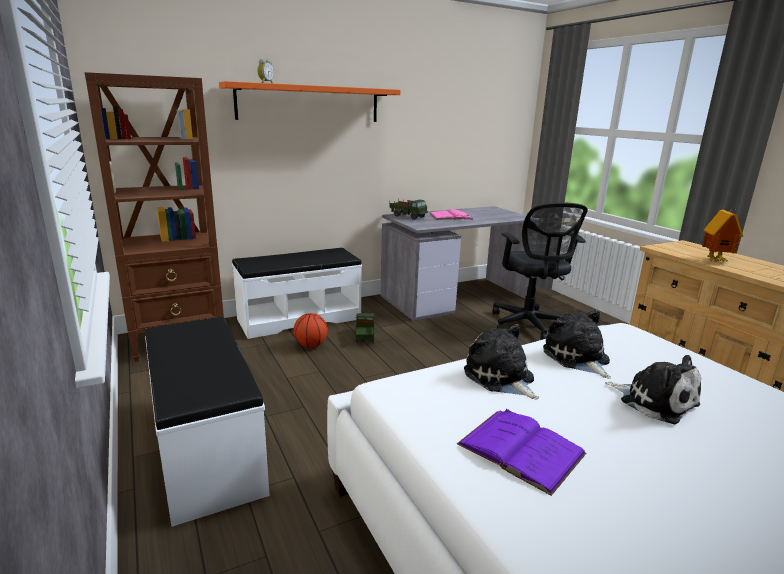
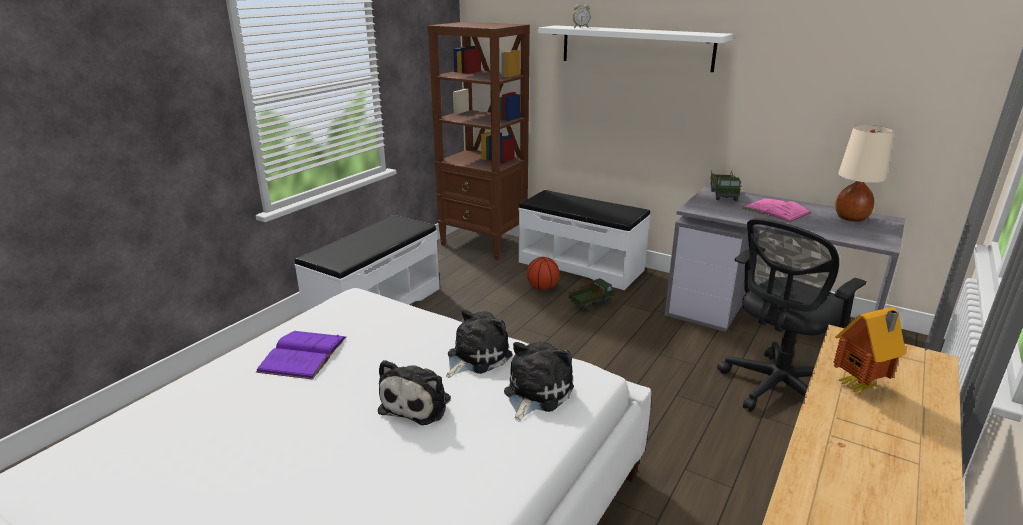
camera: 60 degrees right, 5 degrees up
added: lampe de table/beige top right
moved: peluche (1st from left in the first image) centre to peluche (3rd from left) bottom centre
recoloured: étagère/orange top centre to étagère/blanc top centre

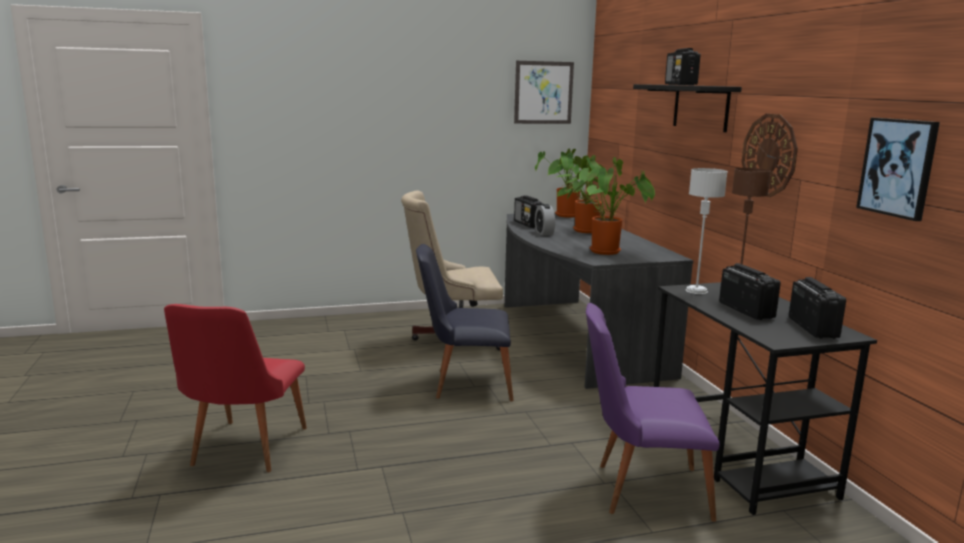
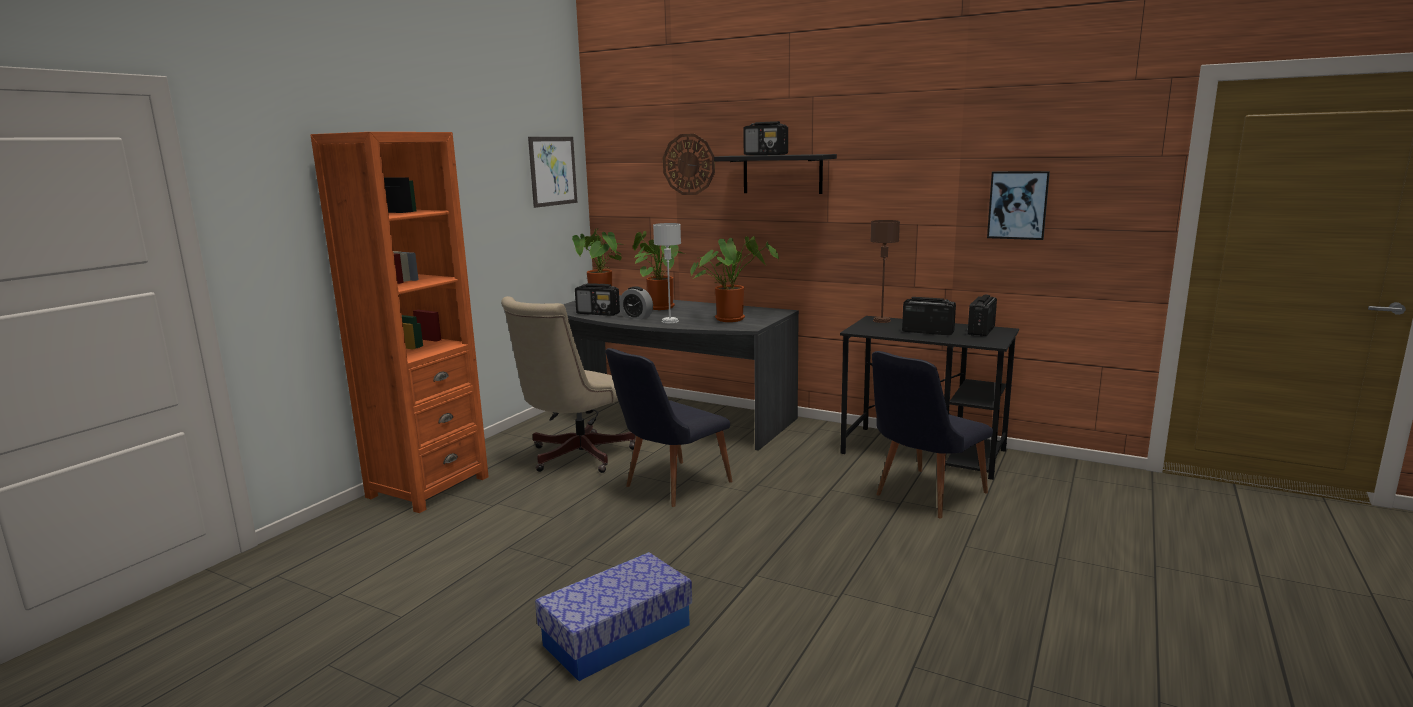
camera: 45 degrees left, 0 degrees up
added: bibliothèque/orange middle left
moved: lampe de table/gris middle right to centre; horloge murale top right to top centre
replaced: chaise/rouge bottom left to boîte de rangement bottom centre
recoloured: chaise/violet bottom right to chaise/noir (2nd from left) centre
turned: radio (4th from left) middle right = middle right 105 degrees counterclockwise

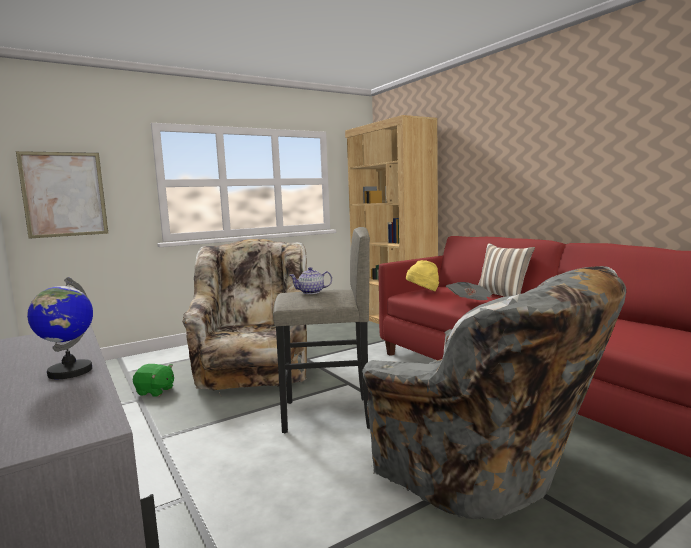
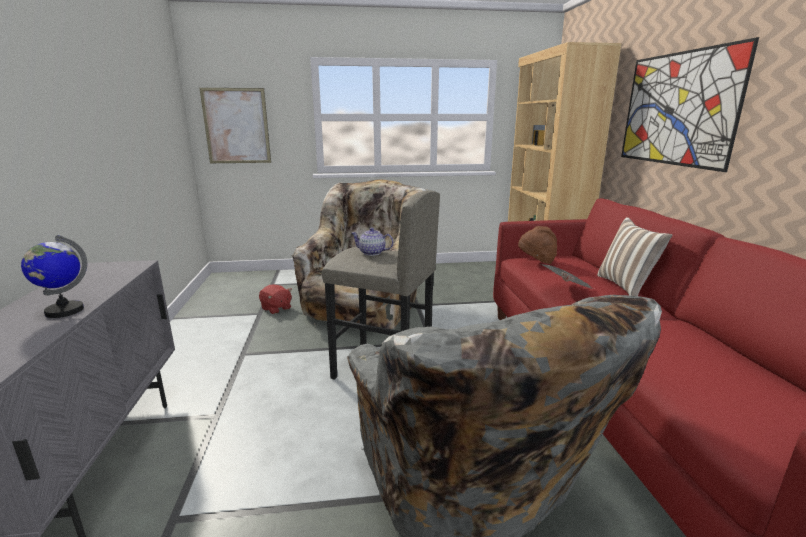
camera: 25 degrees right, 10 degrees up
added: tableau (2nd from left) top right
recoloured: peluche/vert bottom left to peluche/rouge centre; chapeau/jaune centre to chapeau/marron centre

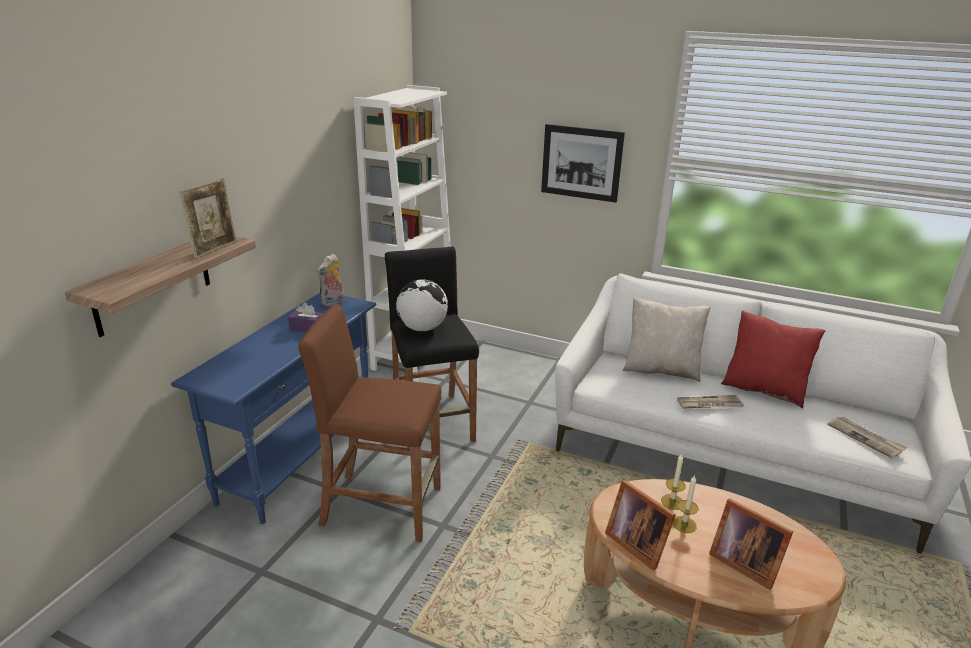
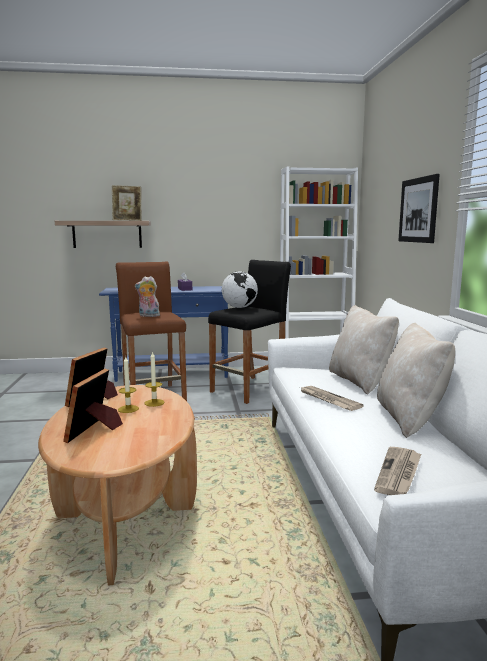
camera: 60 degrees right, 15 degrees down
moved: peluche centre to middle left
recoloured: coussin/rouge middle right to coussin/beige (2nd from left) middle right

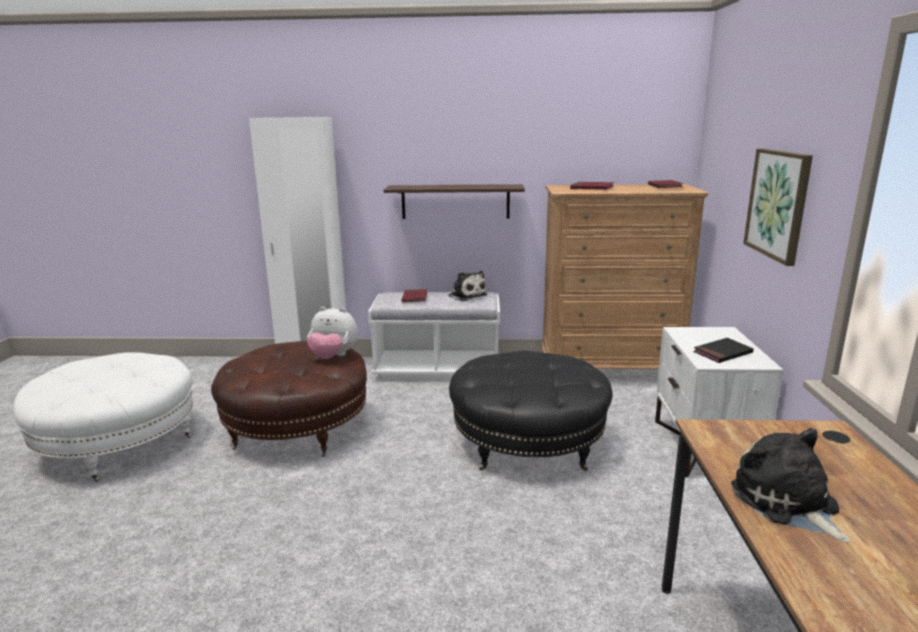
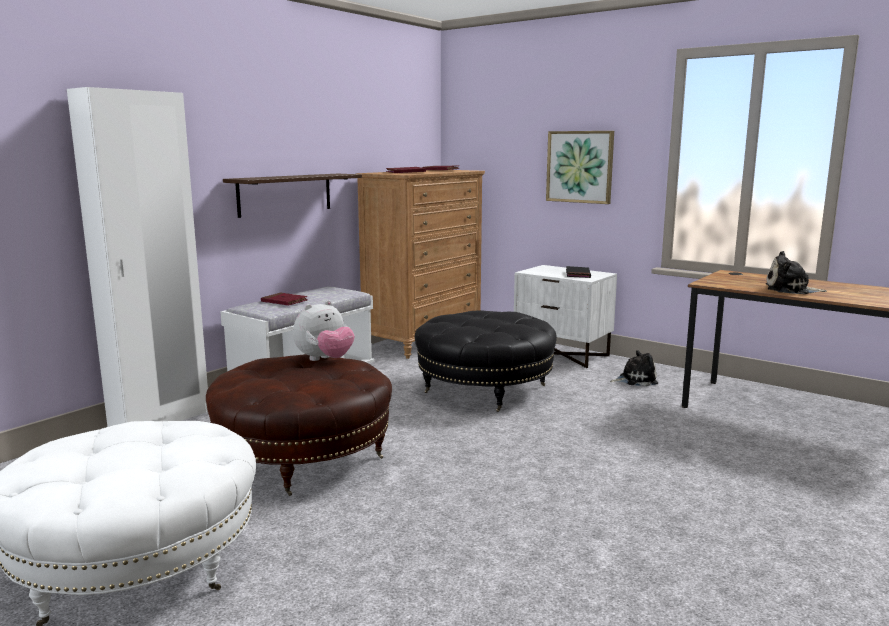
camera: 55 degrees left, 5 degrees down
moved: peluche (2nd from left) centre to middle right

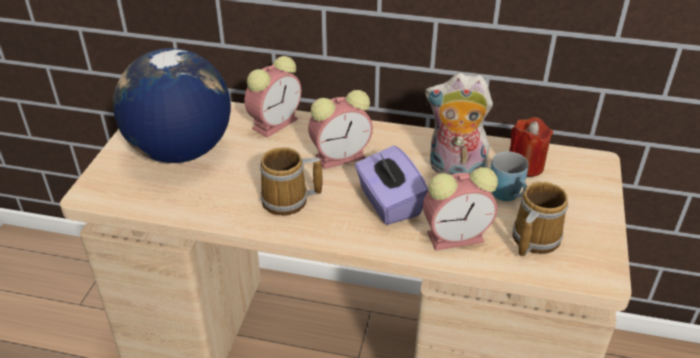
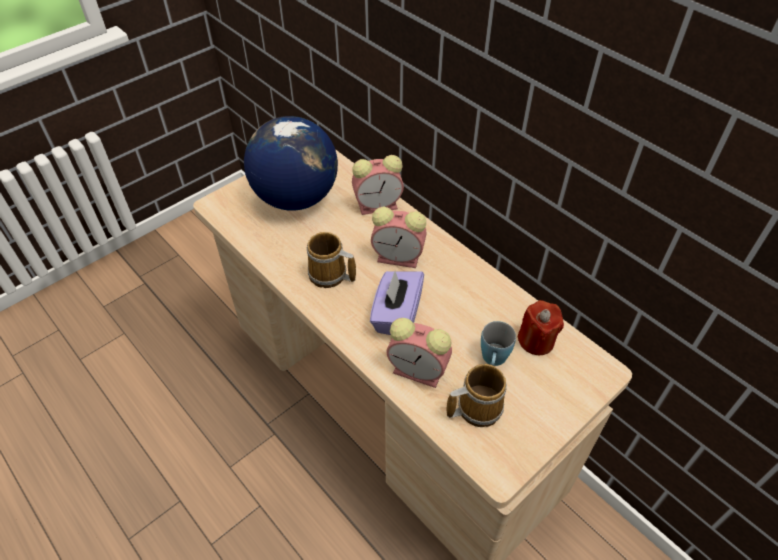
camera: 35 degrees right, 10 degrees up
removed: peluche centre

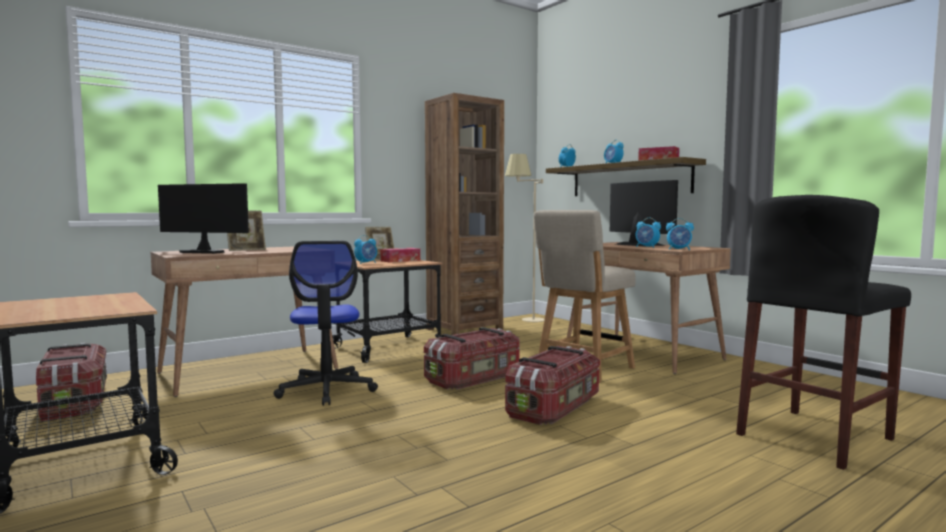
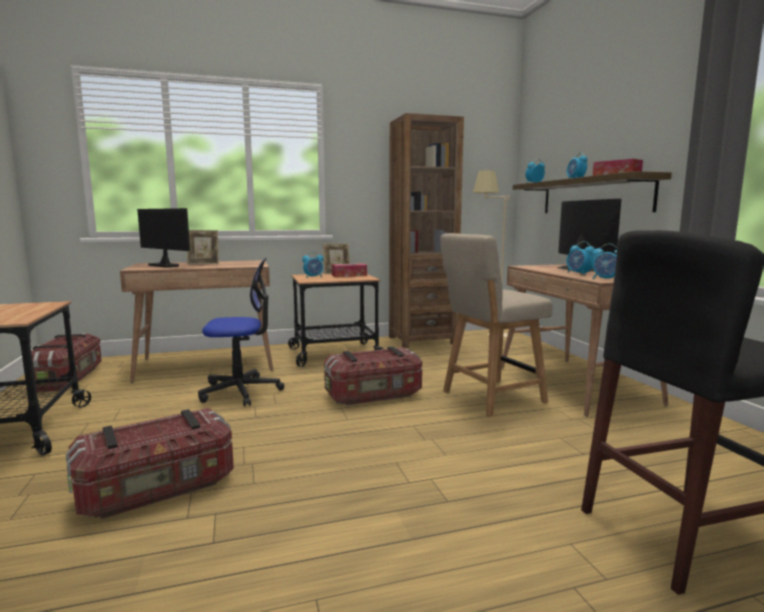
camera: 20 degrees right, 5 degrees up
moved: boîte de rangement (3rd from left in the first image) bottom centre to boîte de rangement (2nd from left) bottom left
turned: chaise de bureau centre = middle left 105 degrees counterclockwise

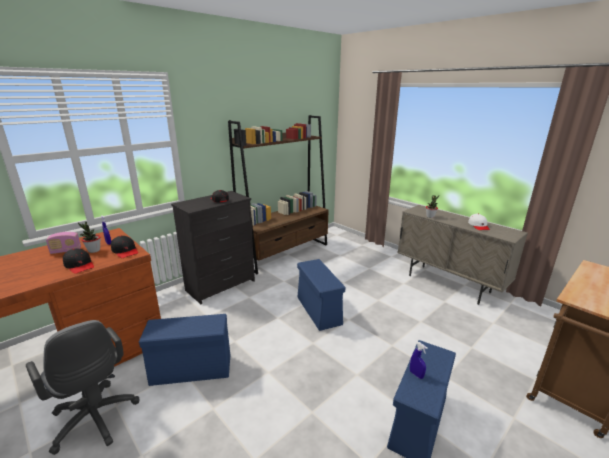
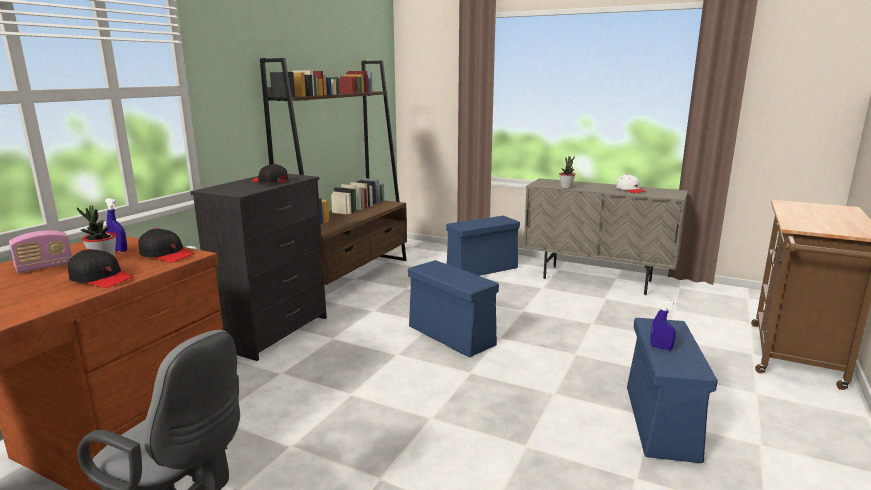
camera: 20 degrees left, 5 degrees down
moved: boîte de rangement/bleu (1st from left in the first image) bottom left to boîte de rangement/bleu (2nd from left) centre

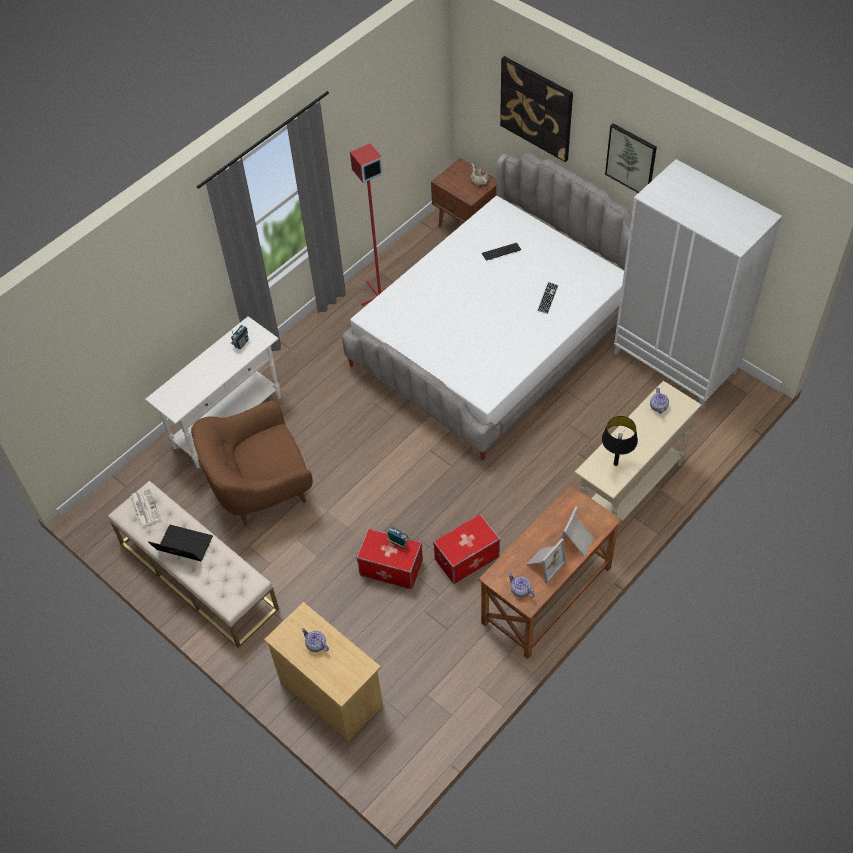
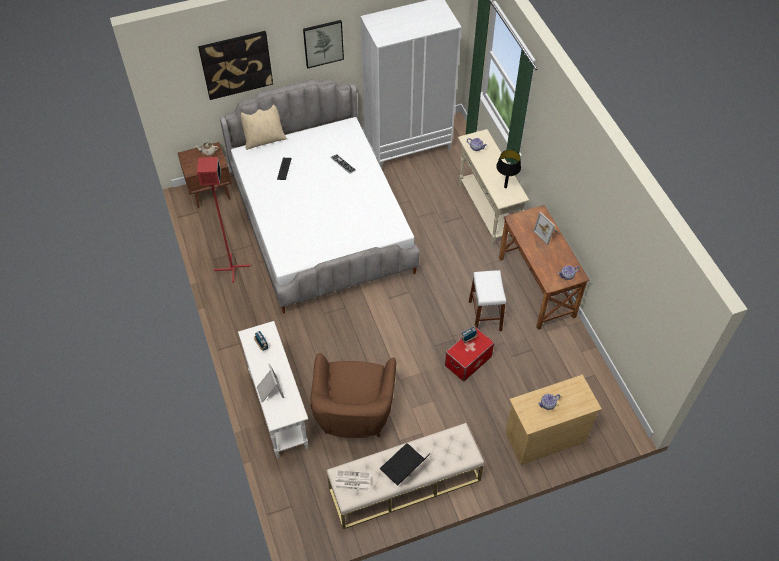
camera: 65 degrees left, 0 degrees up
added: coussin/beige top centre
moved: cadre photo (1st from left) centre to bottom centre
replaced: boîte de rangement (2nd from left) centre to tabouret/blanc centre

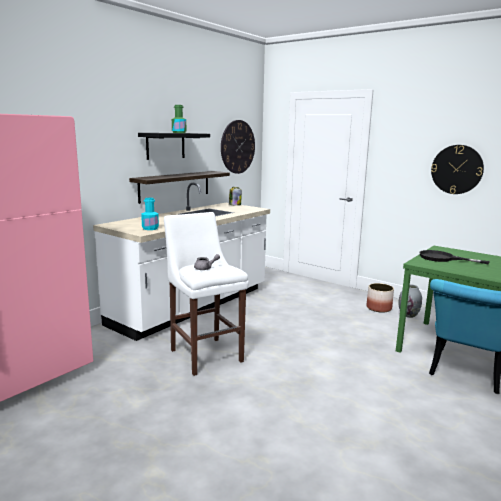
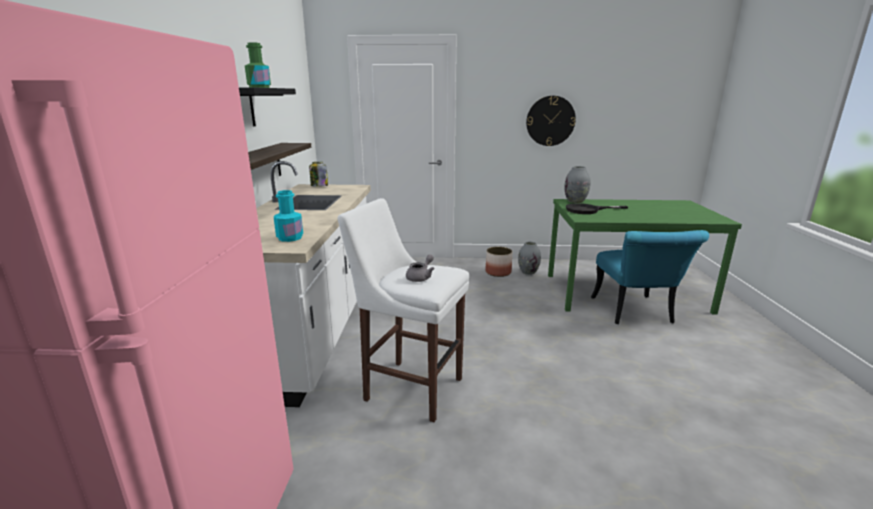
camera: 35 degrees left, 5 degrees up
removed: horloge murale (1st from left) top centre
added: vase/gris (2nd from left) centre

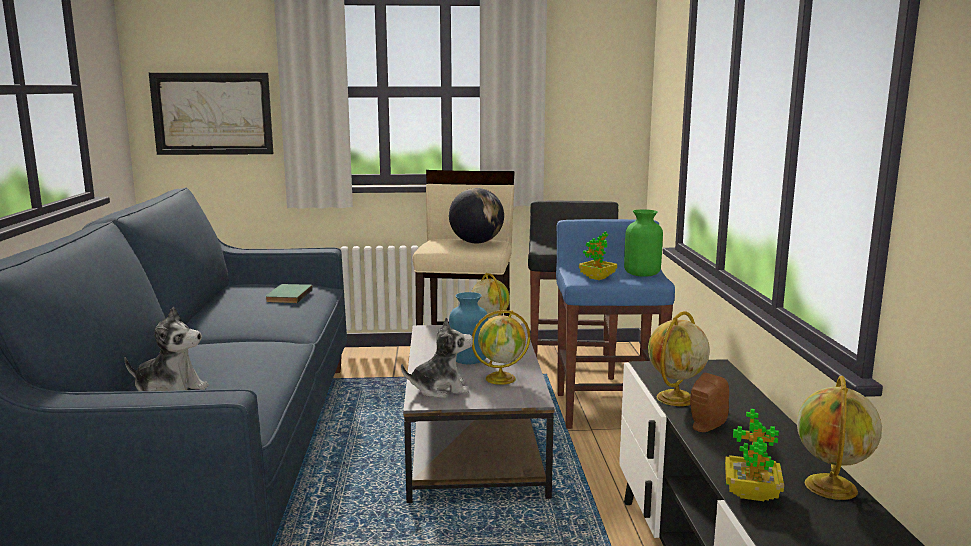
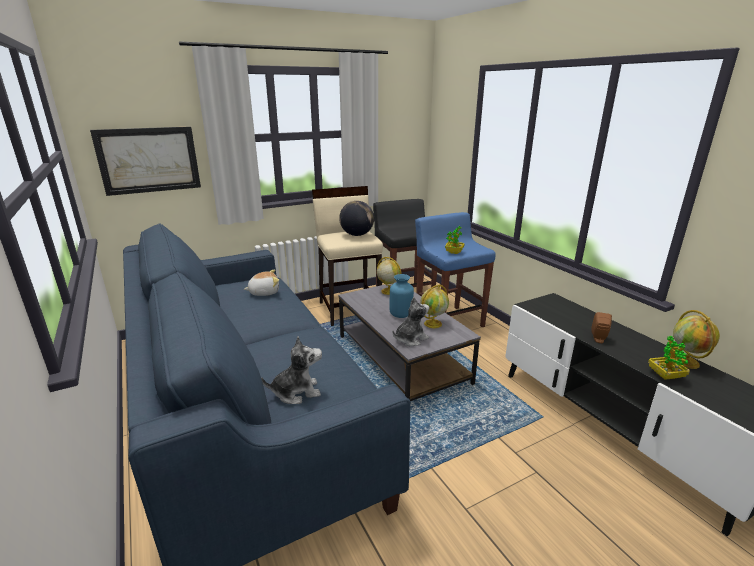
camera: 25 degrees left, 10 degrees up
removed: vase/vert centre; globe (4th from left) middle right
replaced: livre/vert middle left to peluche (1st from left) centre

